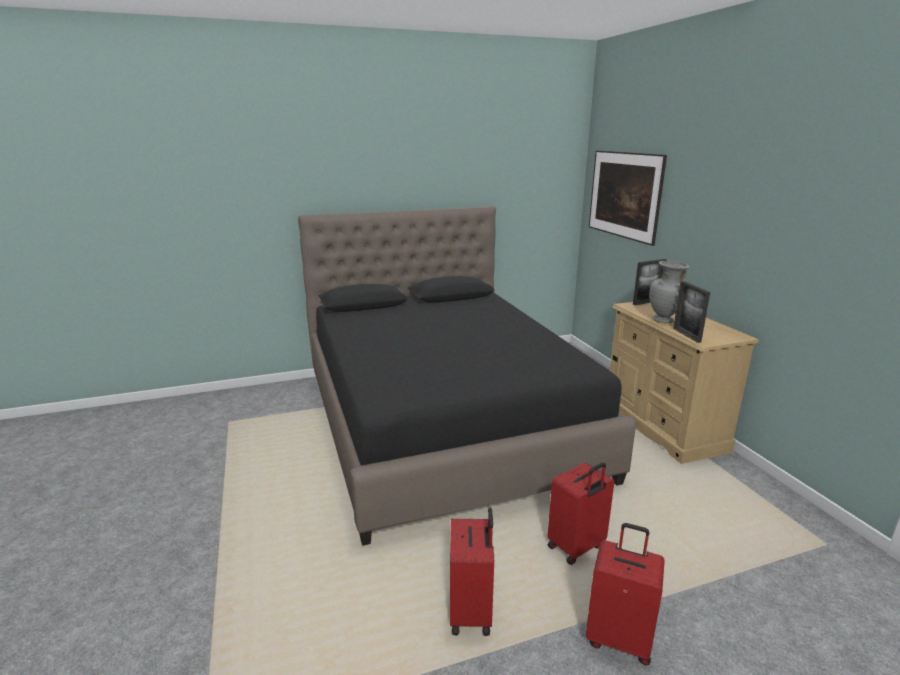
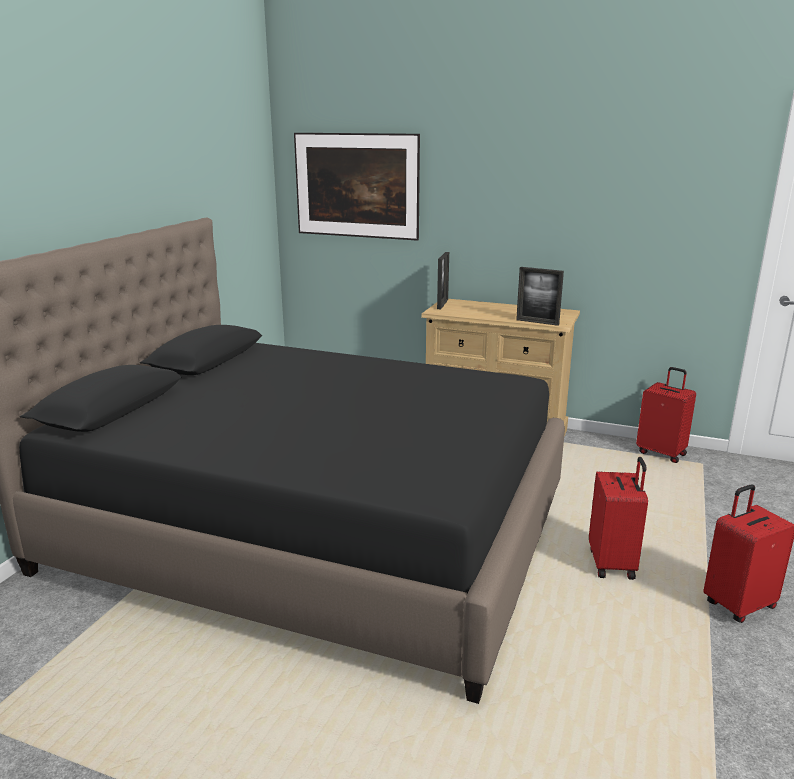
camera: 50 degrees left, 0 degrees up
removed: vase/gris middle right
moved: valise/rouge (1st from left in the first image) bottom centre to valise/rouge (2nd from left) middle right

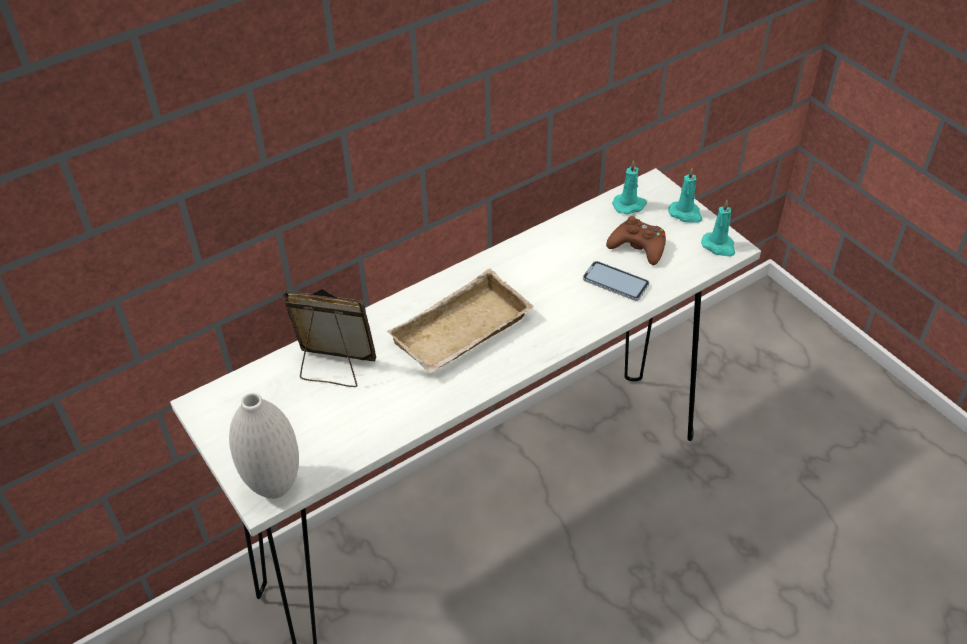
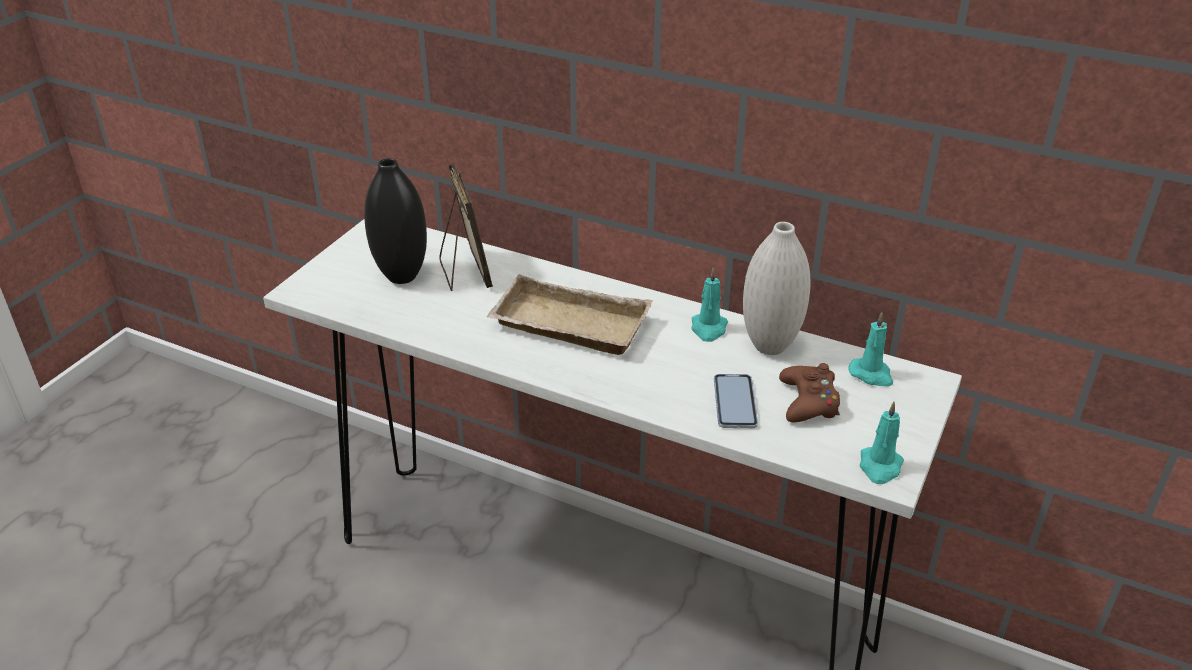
camera: 60 degrees right, 10 degrees down
added: vase/noir top left
moved: vase/blanc bottom left to centre; bougie/turquoise (2nd from left in the first image) top right to bougie/turquoise (1st from left) centre

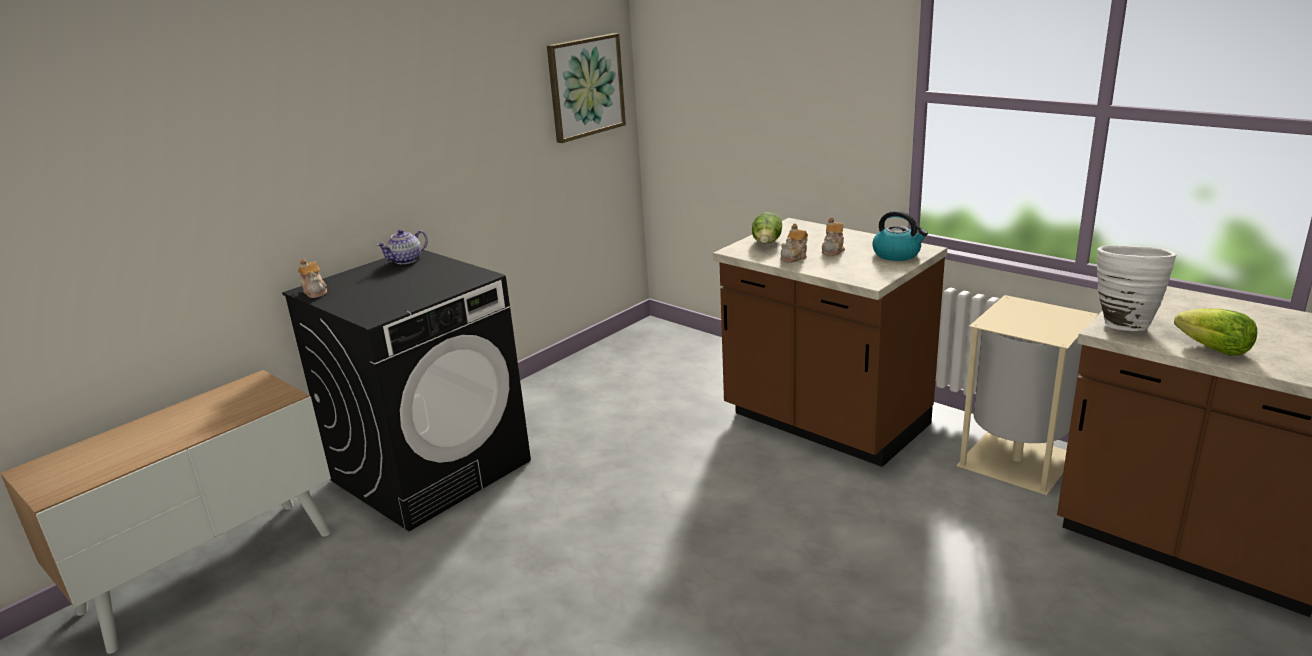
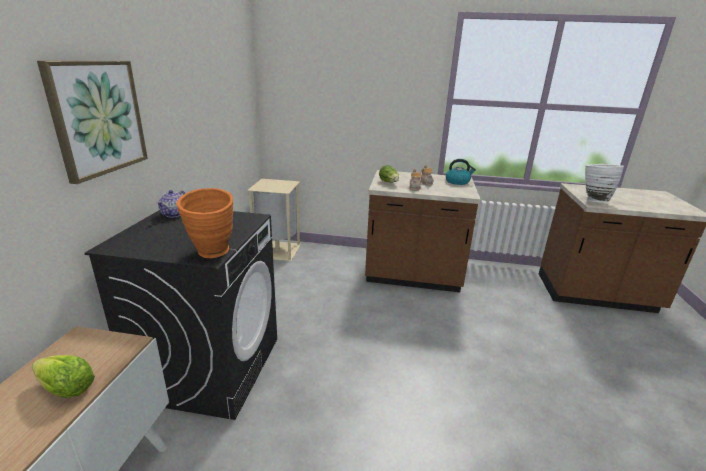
camera: 35 degrees left, 0 degrees up
removed: théière (1st from left) middle left
added: vase/orange middle left
moved: tableau top centre to top left; poubelle/beige middle right to centre; laitue (2nd from left in the first image) middle right to laitue (1st from left) bottom left

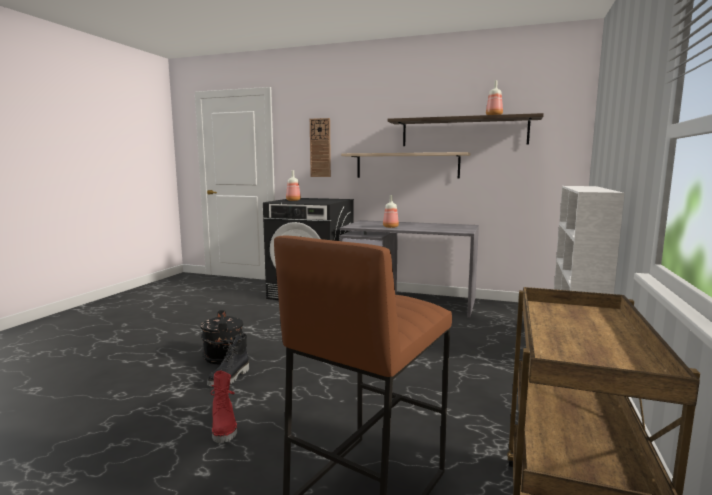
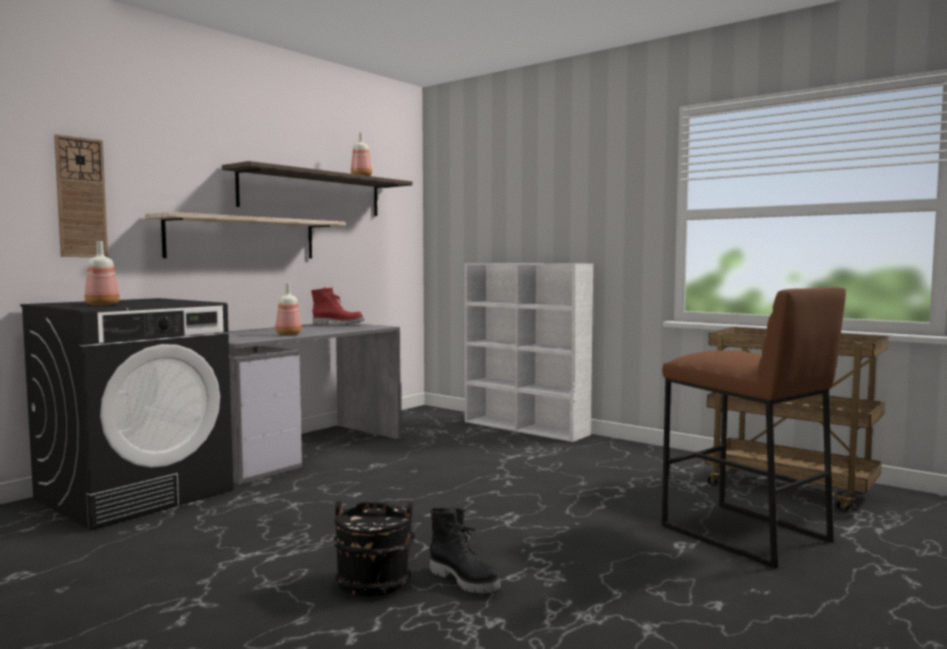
camera: 70 degrees left, 5 degrees down
moved: botte/rouge bottom left to centre

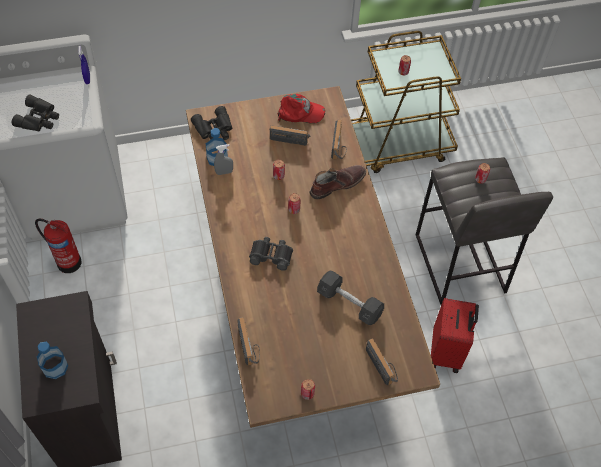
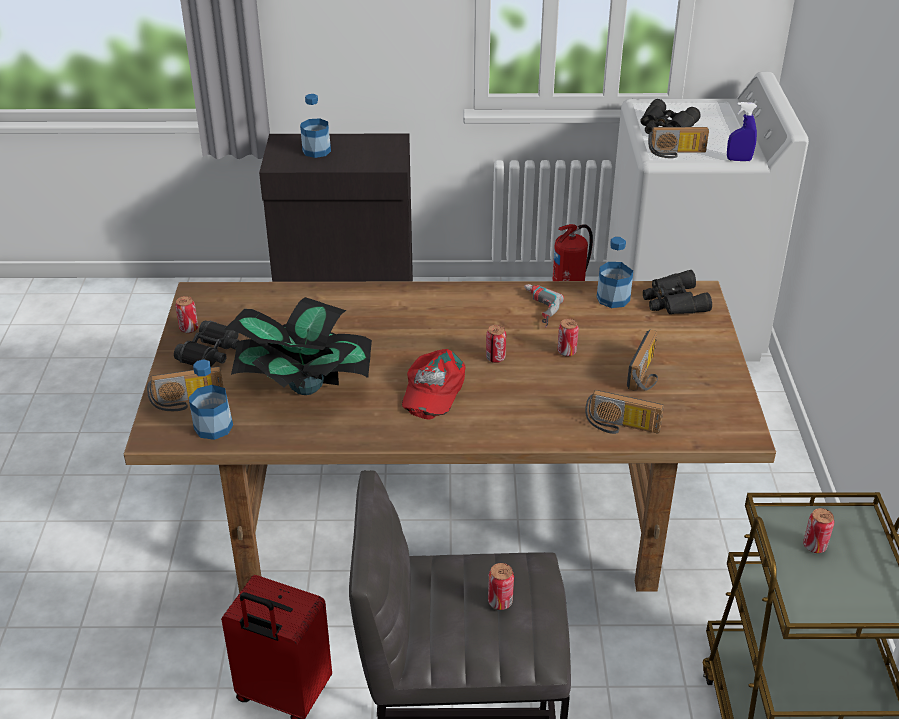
camera: 105 degrees right, 20 degrees down
removed: vaporisateur/gris centre; botte/marron centre
added: bouteille (1st from left) middle left; perceuse centre
moved: radio (1st from left in the first image) bottom centre to radio (4th from left) top right; jumelles/noir (3rd from left in the first image) centre to jumelles/noir (1st from left) middle left; casquette/rouge top centre to centre
replaced: haltère/gris centre to plante en pot middle left

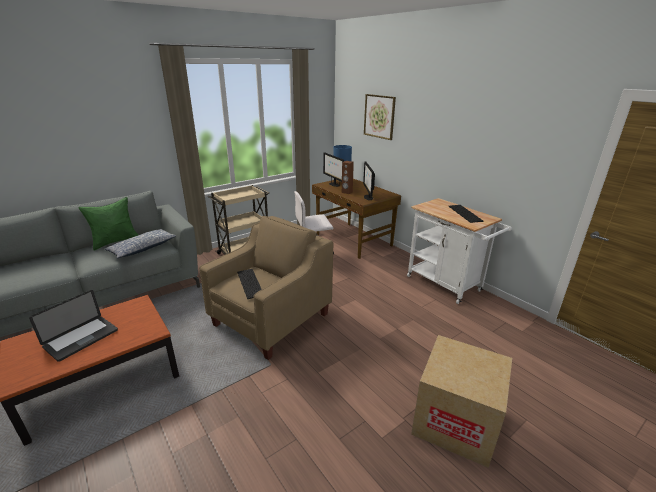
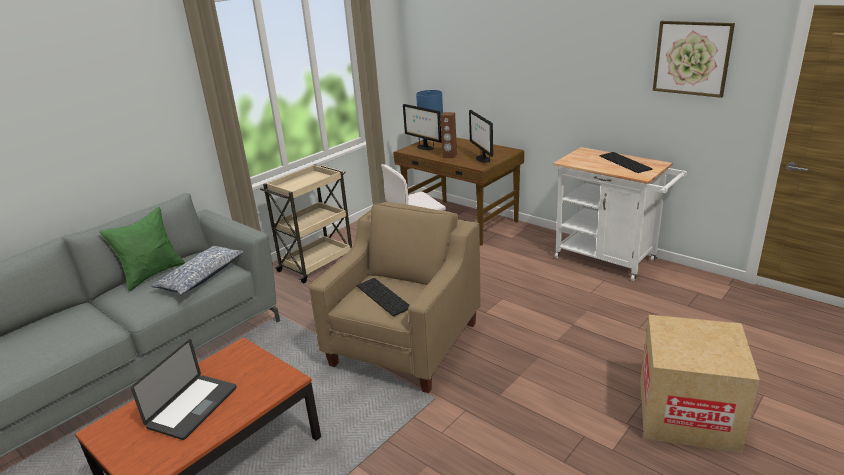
camera: 10 degrees left, 0 degrees up
moved: tableau top centre to top right

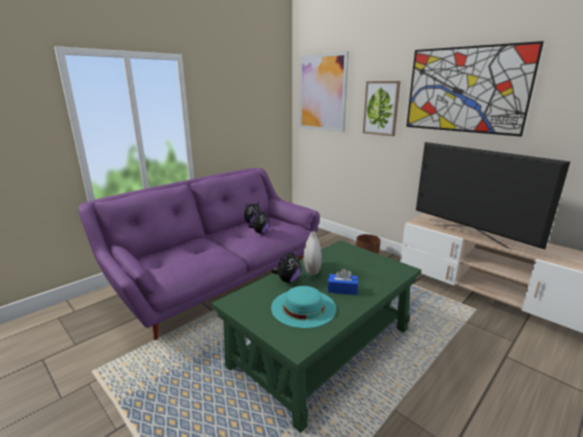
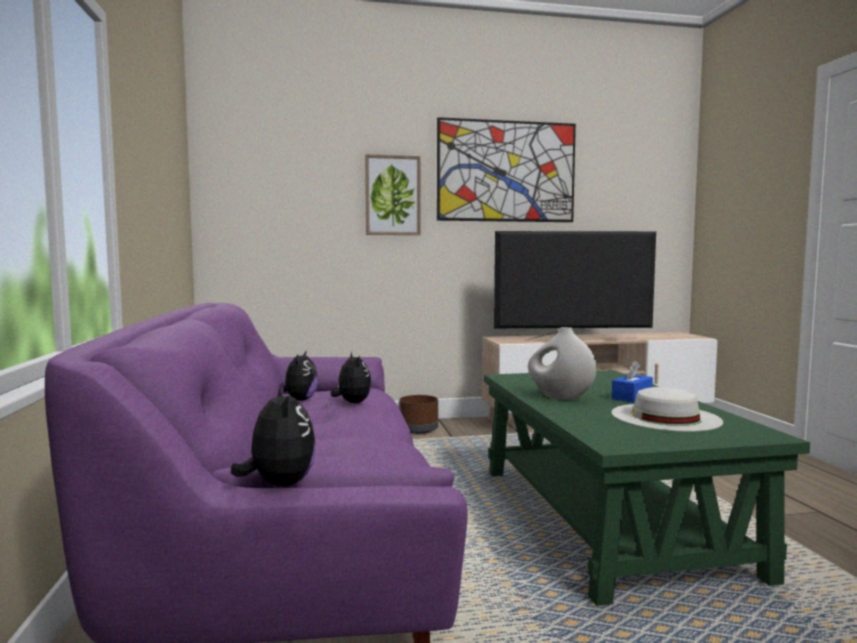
camera: 55 degrees left, 15 degrees down
removed: tableau (1st from left) top centre
moved: peluche (3rd from left in the first image) centre to peluche (1st from left) bottom left
recoloured: chapeau/turquoise bottom centre to chapeau/blanc middle right

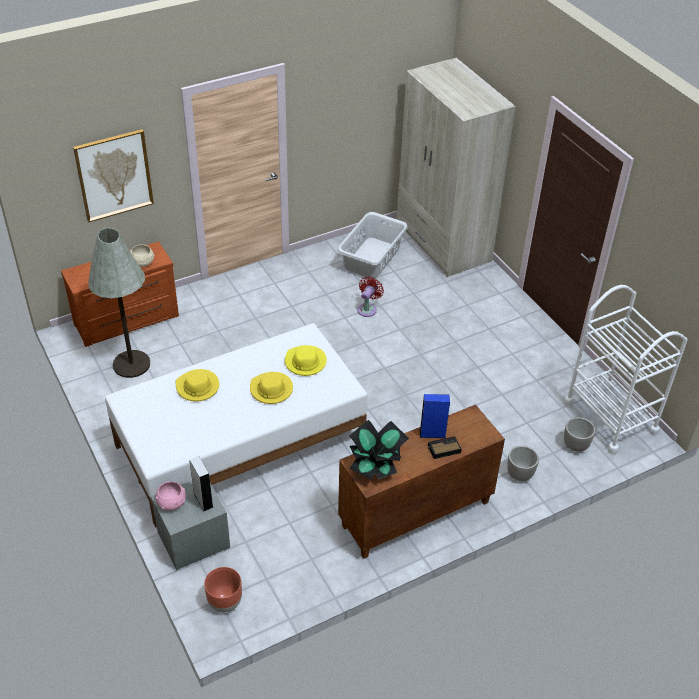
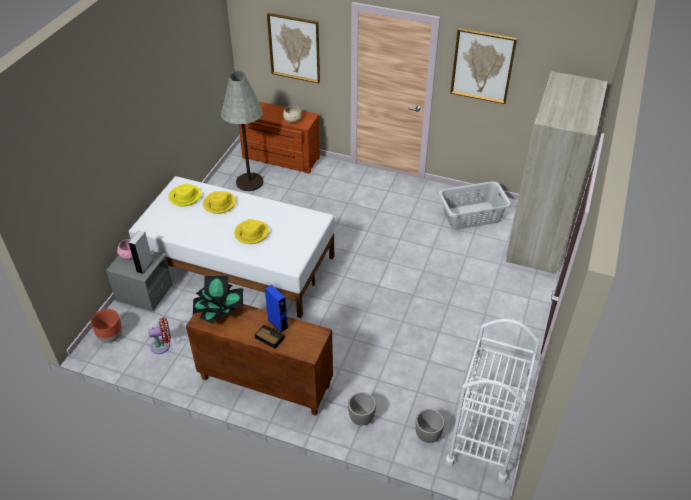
camera: 50 degrees right, 0 degrees up
added: tableau (2nd from left) top right
moved: chapeau/jaune (3rd from left in the first image) centre to chapeau/jaune (1st from left) middle left; ventilateur/rouge centre to bottom left

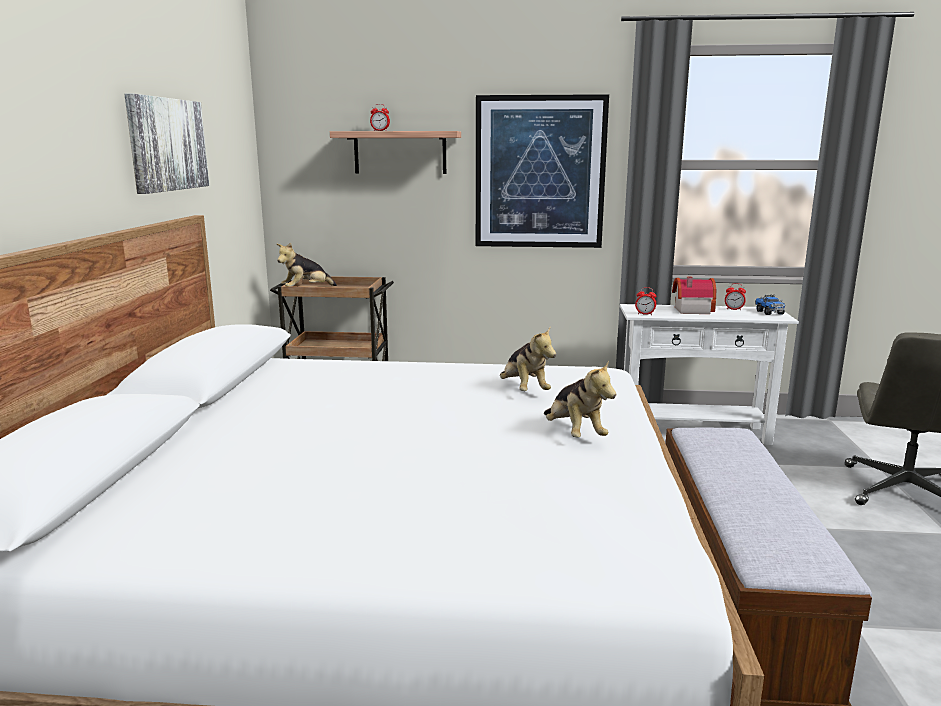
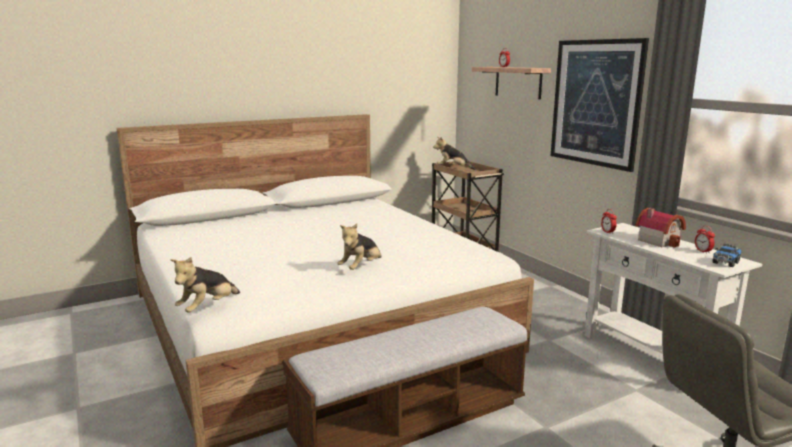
camera: 55 degrees right, 0 degrees up
removed: tableau (1st from left) top left
moved: peluche (2nd from left in the first image) centre to peluche (1st from left) middle left

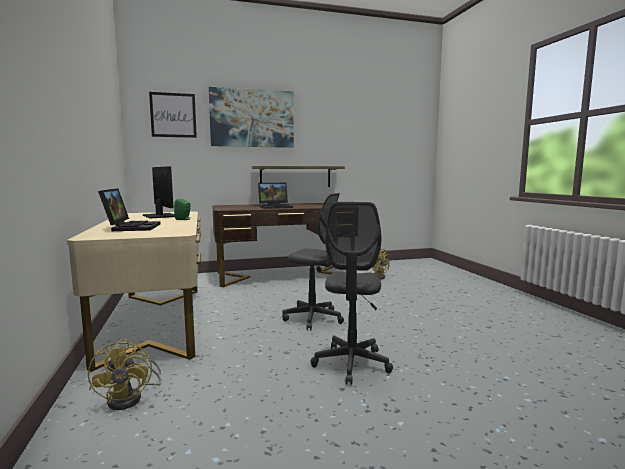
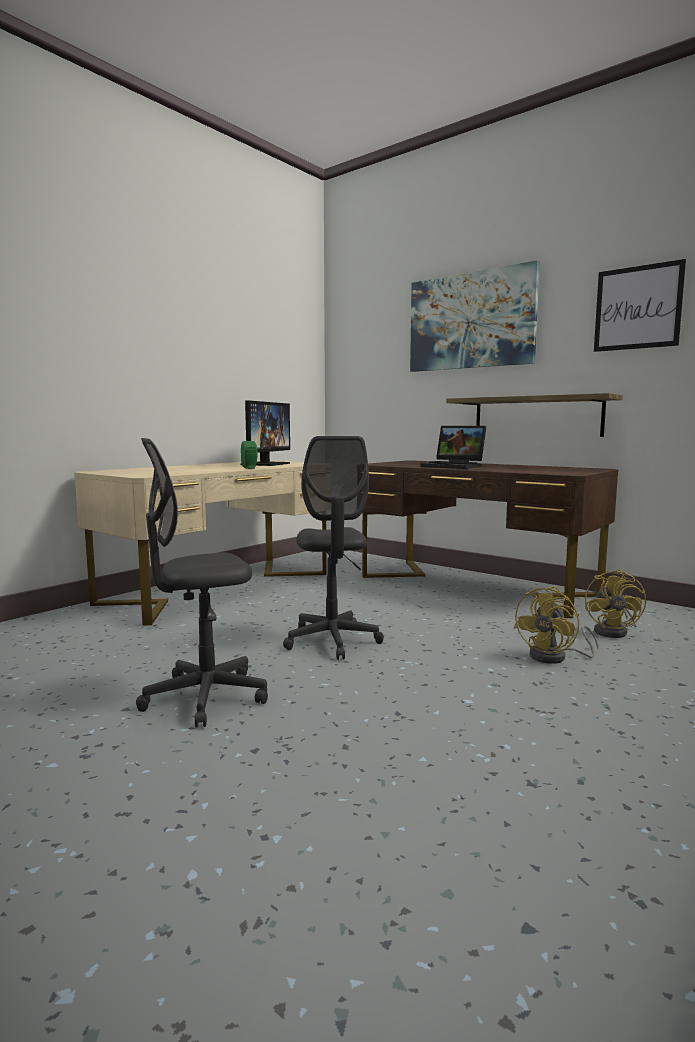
camera: 55 degrees right, 0 degrees up
removed: ordinateur portable (1st from left) middle left
moved: ventilateur/jaune (1st from left) bottom left to middle right; tableau (1st from left in the first image) top left to tableau (2nd from left) top right

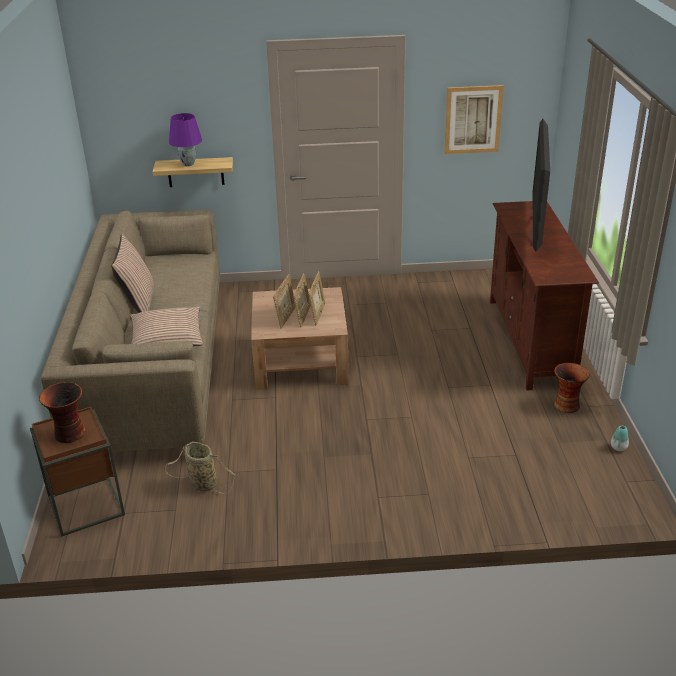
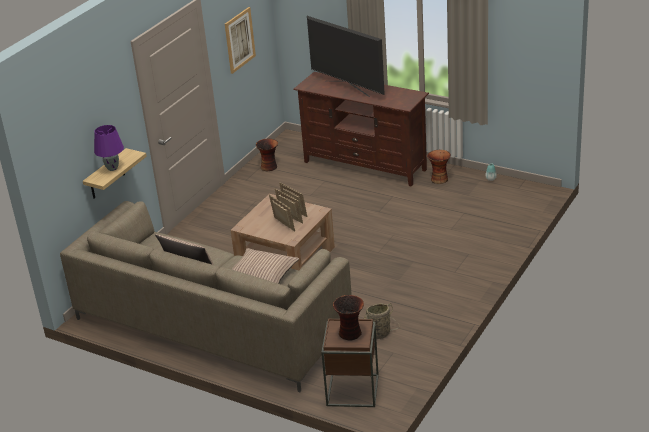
camera: 55 degrees left, 0 degrees up
added: vase (1st from left) centre

